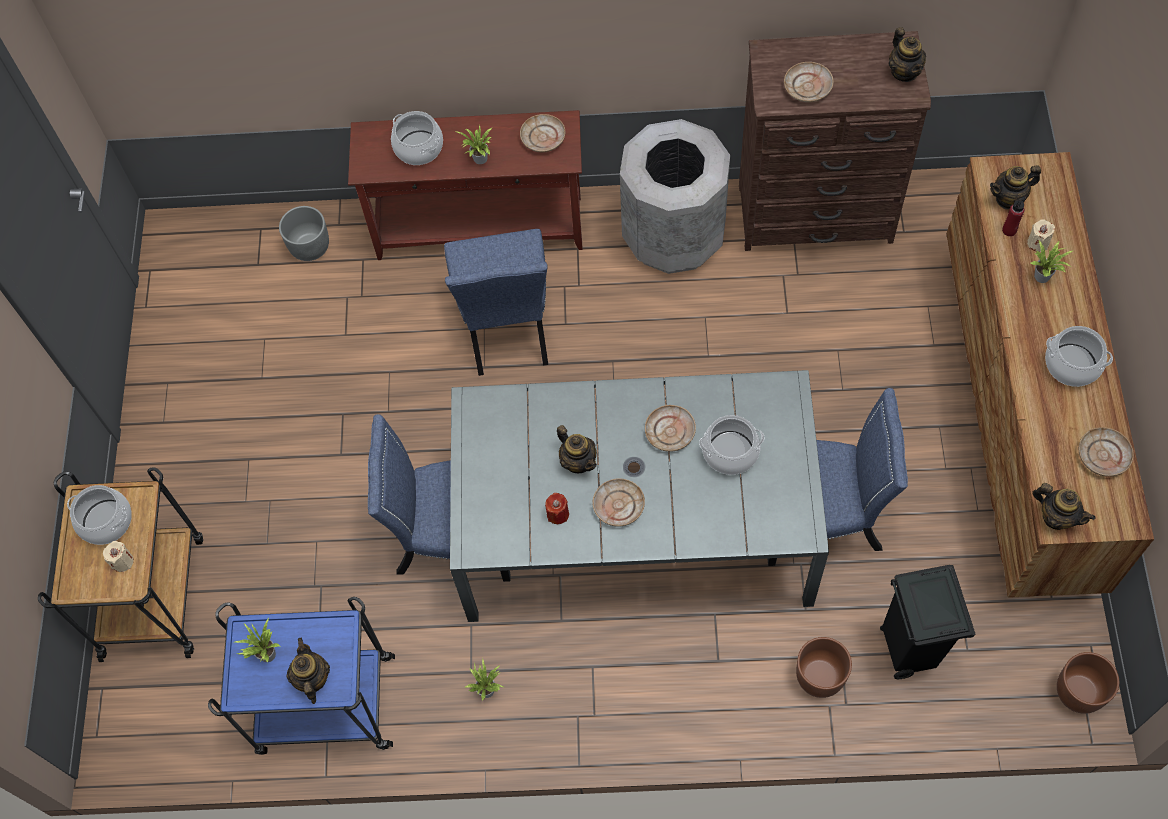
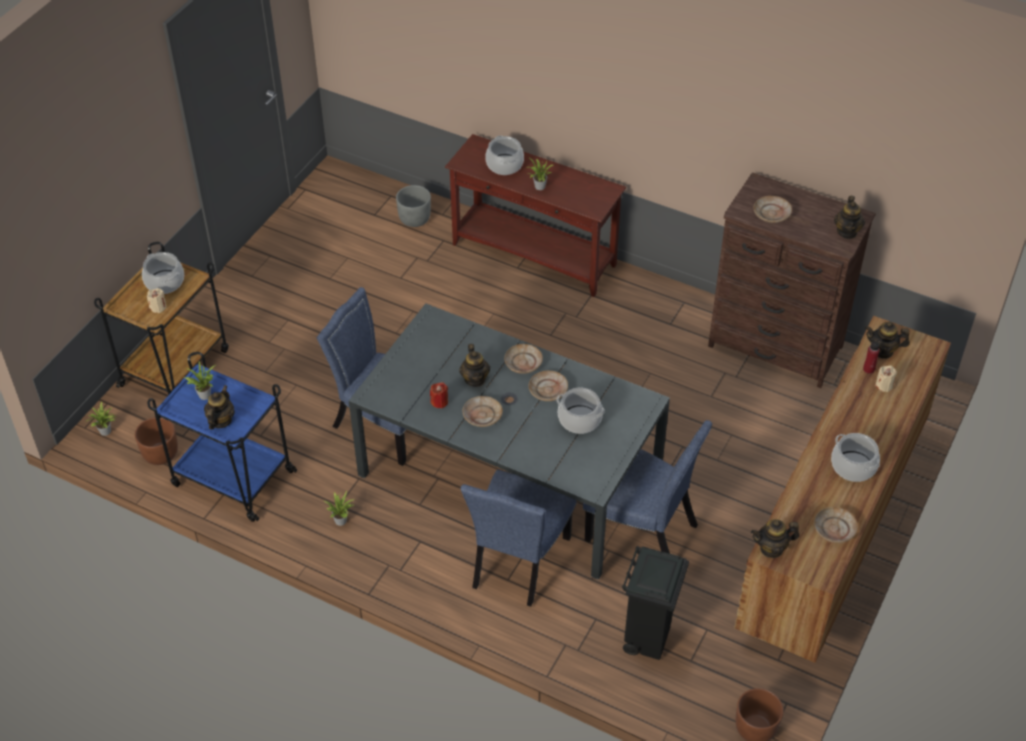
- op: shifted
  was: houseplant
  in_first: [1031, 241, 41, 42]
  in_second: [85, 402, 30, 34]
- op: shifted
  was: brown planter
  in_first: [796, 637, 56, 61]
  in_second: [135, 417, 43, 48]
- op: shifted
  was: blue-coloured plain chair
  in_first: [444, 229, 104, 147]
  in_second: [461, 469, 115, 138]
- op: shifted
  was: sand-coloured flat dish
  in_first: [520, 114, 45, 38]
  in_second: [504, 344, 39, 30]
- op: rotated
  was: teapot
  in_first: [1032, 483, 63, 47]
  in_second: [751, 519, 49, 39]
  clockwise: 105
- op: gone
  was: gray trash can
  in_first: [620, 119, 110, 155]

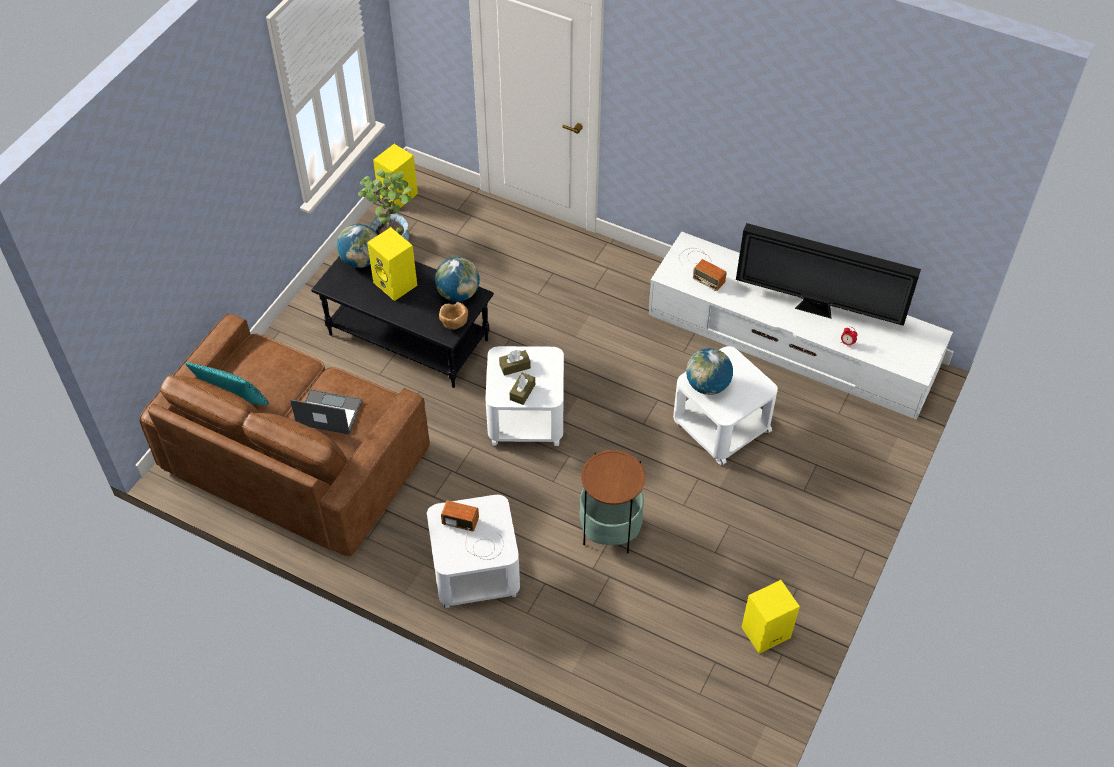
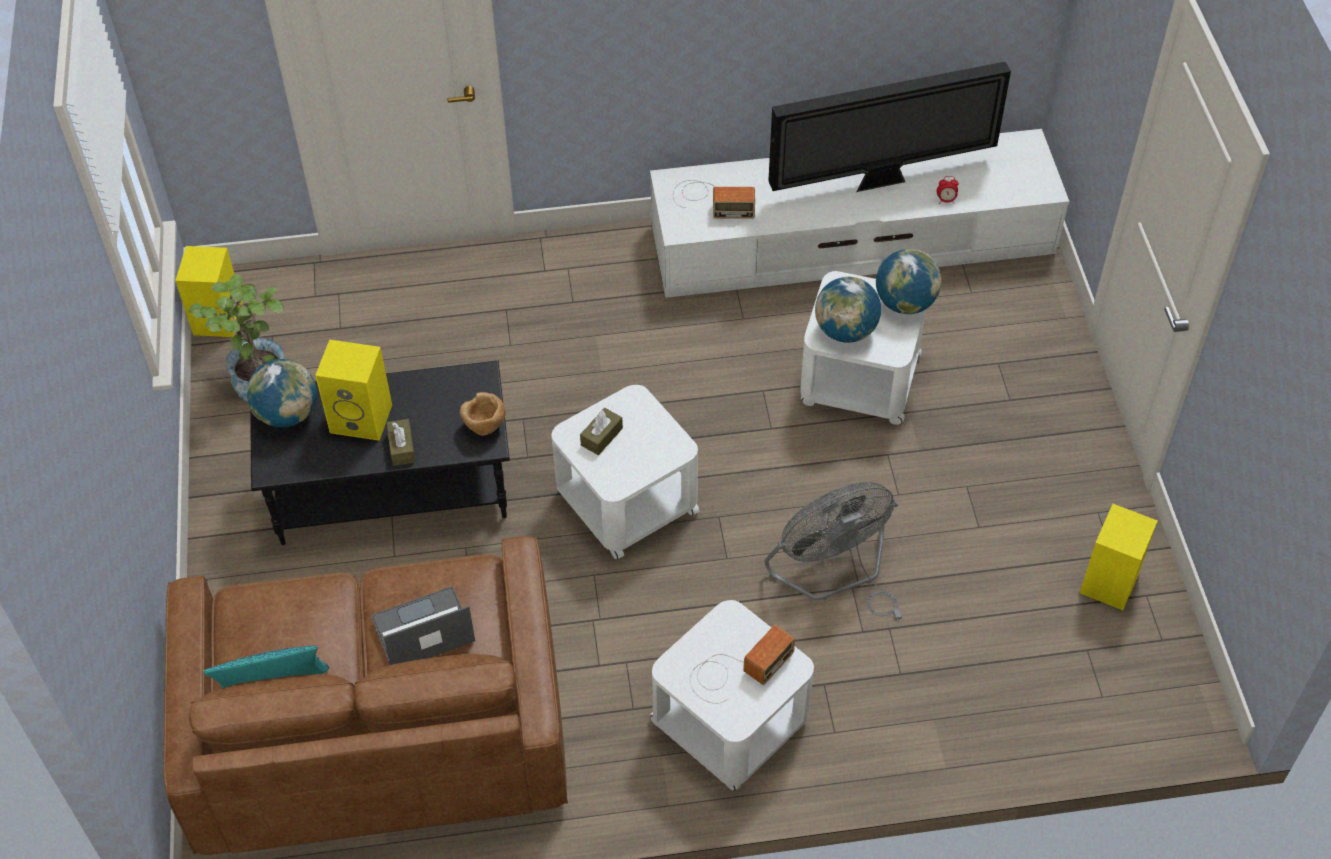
- op: shifted
  was: brown box of tissues
  in_first: [510, 373, 25, 32]
  in_second: [386, 419, 30, 47]
- op: rotated
  was: radio receiver
  in_first: [441, 500, 63, 60]
  in_second: [690, 625, 105, 79]
  clockwise: 150
- op: swapped
  was: side table
  now: gray fan
  in_first: [579, 450, 66, 104]
  in_second: [765, 482, 137, 138]
- op: shifted
  was: globe
  in_first: [435, 257, 45, 45]
  in_second: [876, 249, 65, 65]

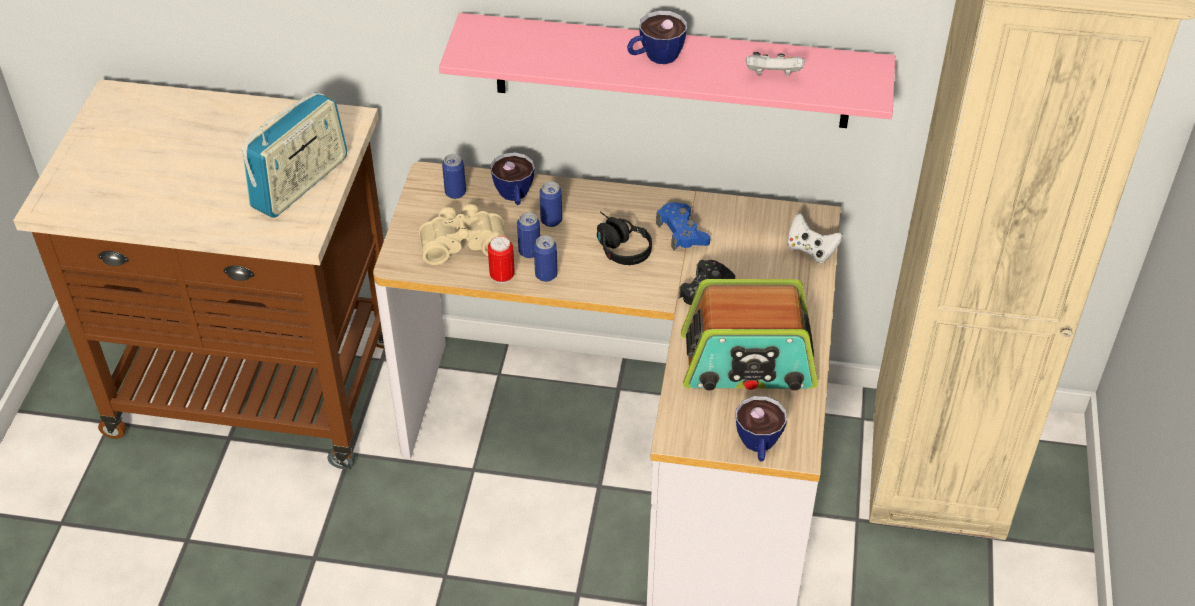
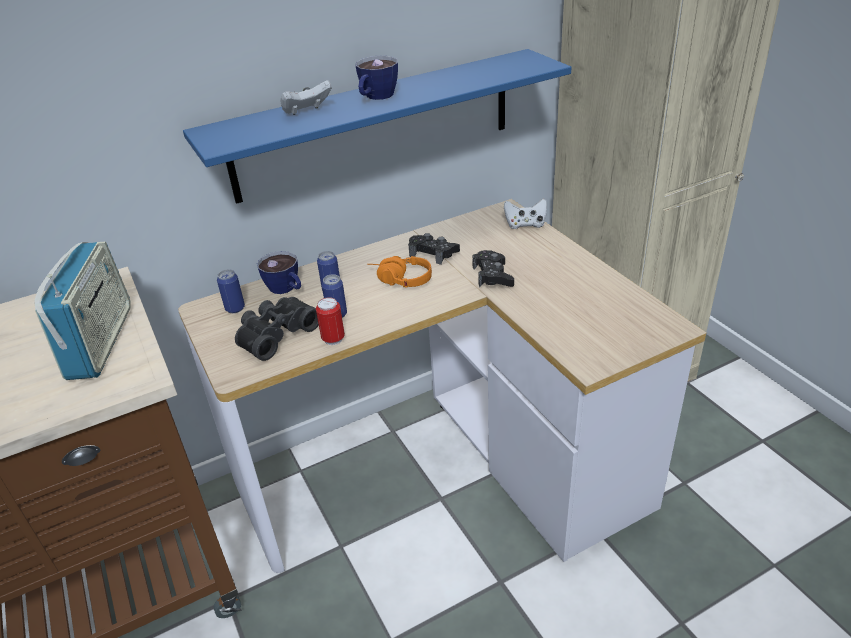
- op: repainted
  was: pinkish bracket shelf
  now: blue-coloured bracket shelf
  in_first: [439, 13, 456, 115]
  in_second: [183, 49, 389, 155]
- op: repainted
  was: sand-coloured pair of binoculars
  now: black pair of binoculars
  in_first: [419, 204, 87, 61]
  in_second: [235, 297, 84, 64]
- op: shifted
  was: whitish game controller
  in_first: [745, 52, 60, 24]
  in_second: [280, 80, 52, 35]
- op: repainted
  was: black pair of headphones
  now: orange-coloured pair of headphones
  in_first: [597, 211, 55, 54]
  in_second: [367, 256, 65, 31]
- op: repainted
  was: blue-coloured game controller
  now: black game controller
  in_first: [656, 202, 54, 49]
  in_second: [408, 233, 52, 32]
- op: gone
  was: metal can
  in_first: [534, 235, 23, 47]
- op: gone
  was: radio receiver
  in_first: [681, 279, 137, 112]
- op: gone
  was: drinking cup
  in_first: [736, 396, 51, 66]

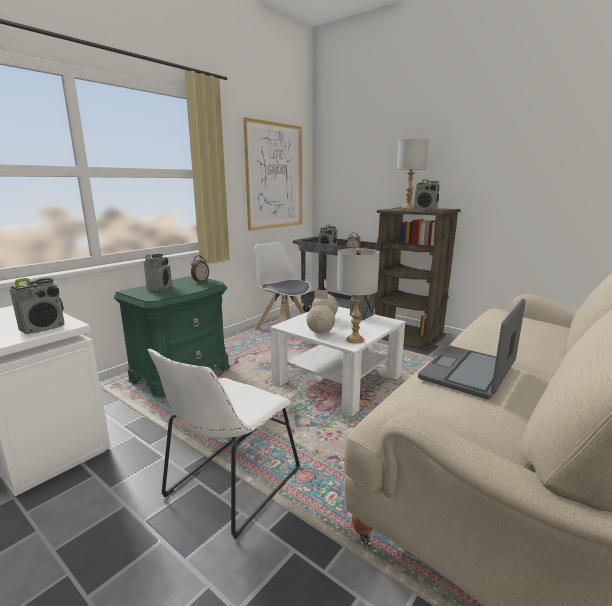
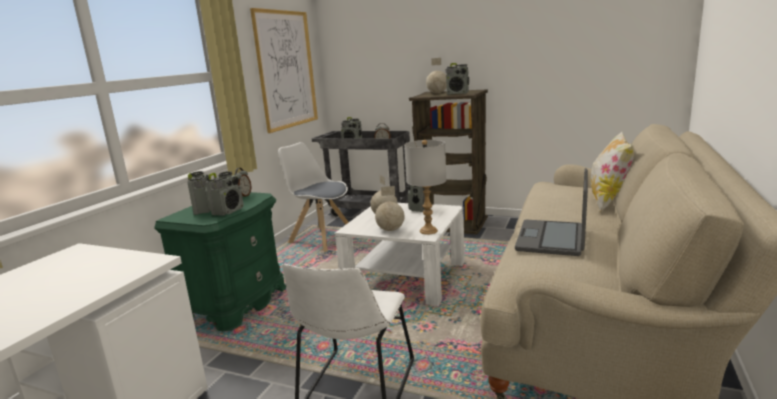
- op: shifted
  was: radio receiver
  in_first: [10, 278, 54, 56]
  in_second: [206, 171, 38, 45]
- op: swapped
  was: gray tabletop lamp
  now: globe
  in_first: [397, 138, 31, 71]
  in_second: [426, 58, 21, 35]
- op: new
  now: pillow
  in_second: [591, 132, 43, 80]

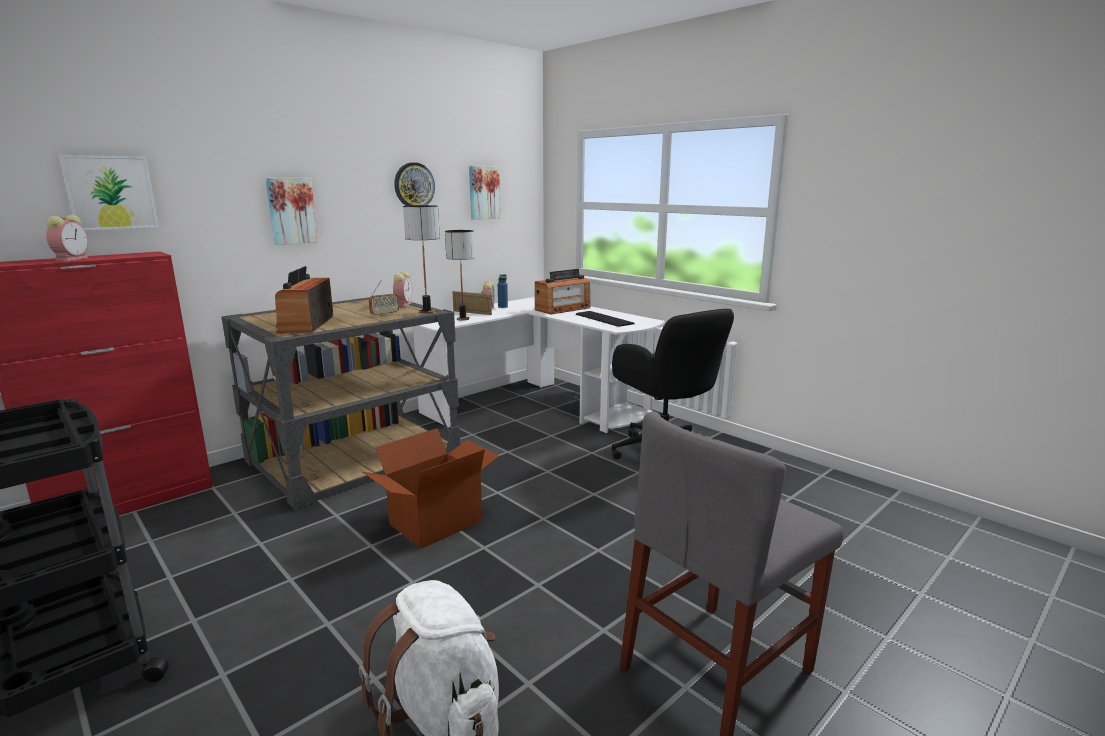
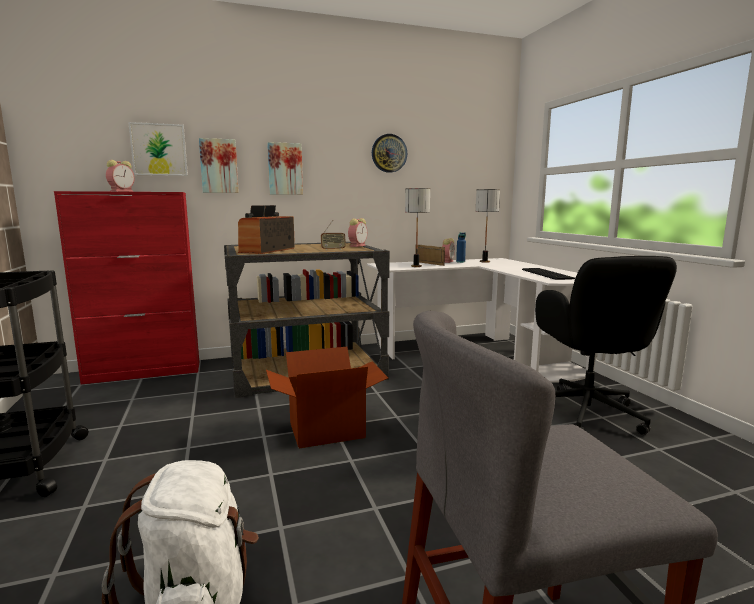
- op: shifted
  was: wall art
  in_first: [469, 166, 32, 54]
  in_second: [199, 138, 40, 55]
- op: shifted
  was: tabletop lamp
  in_first: [403, 205, 37, 108]
  in_second: [476, 189, 24, 74]
- op: gone
  was: radio receiver
  in_first: [535, 269, 56, 46]

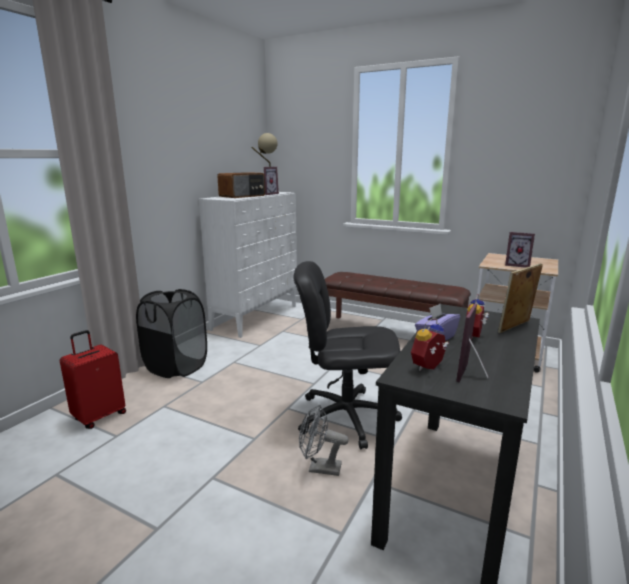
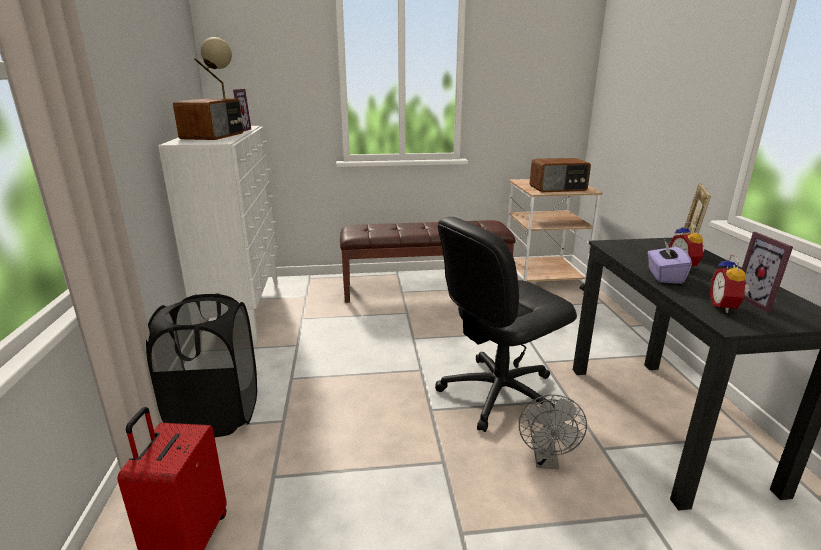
- op: rotated
  was: gray fan
  in_first: [299, 405, 50, 71]
  in_second: [519, 395, 68, 74]
  clockwise: -60
- op: swapped
  was: standing frame
  now: radio receiver
  in_first: [505, 232, 30, 36]
  in_second: [530, 158, 61, 34]

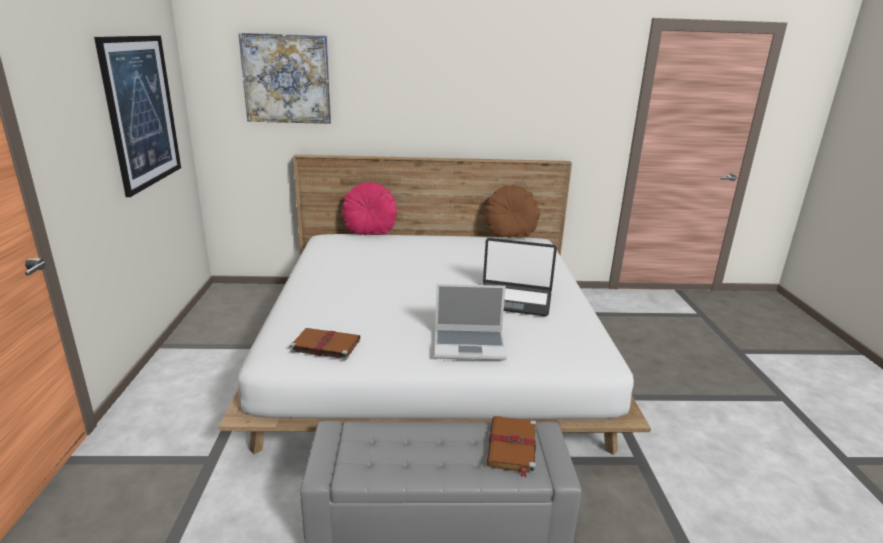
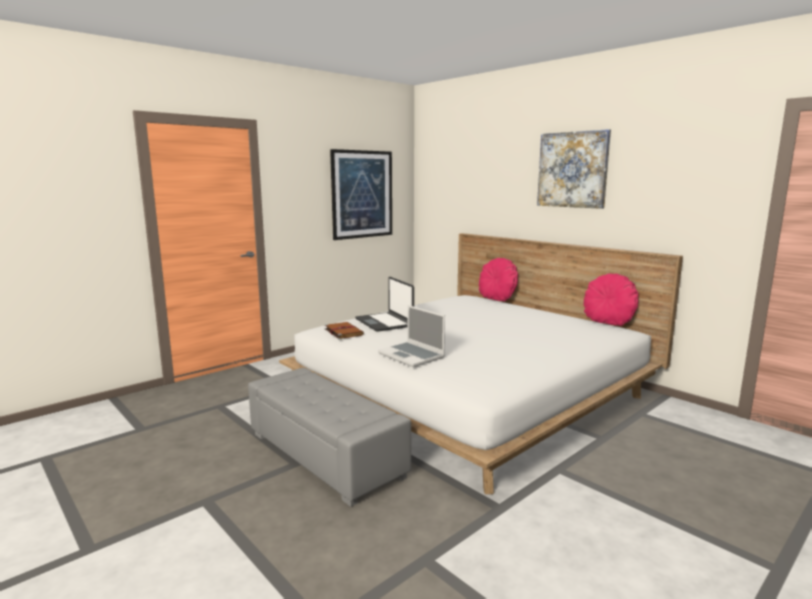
- op: shifted
  was: portable computer
  in_first: [483, 238, 74, 78]
  in_second: [355, 277, 59, 55]
- op: shifted
  was: wall art
  in_first: [238, 33, 93, 91]
  in_second: [537, 129, 74, 80]
- op: repainted
  was: brown pillow
  now: pinkish pillow
  in_first: [484, 185, 56, 53]
  in_second: [584, 273, 55, 53]
- op: gone
  was: brown volume
  in_first: [487, 416, 49, 61]

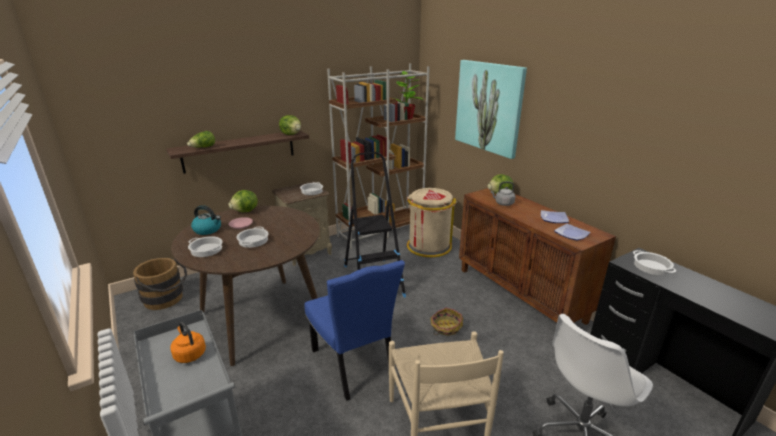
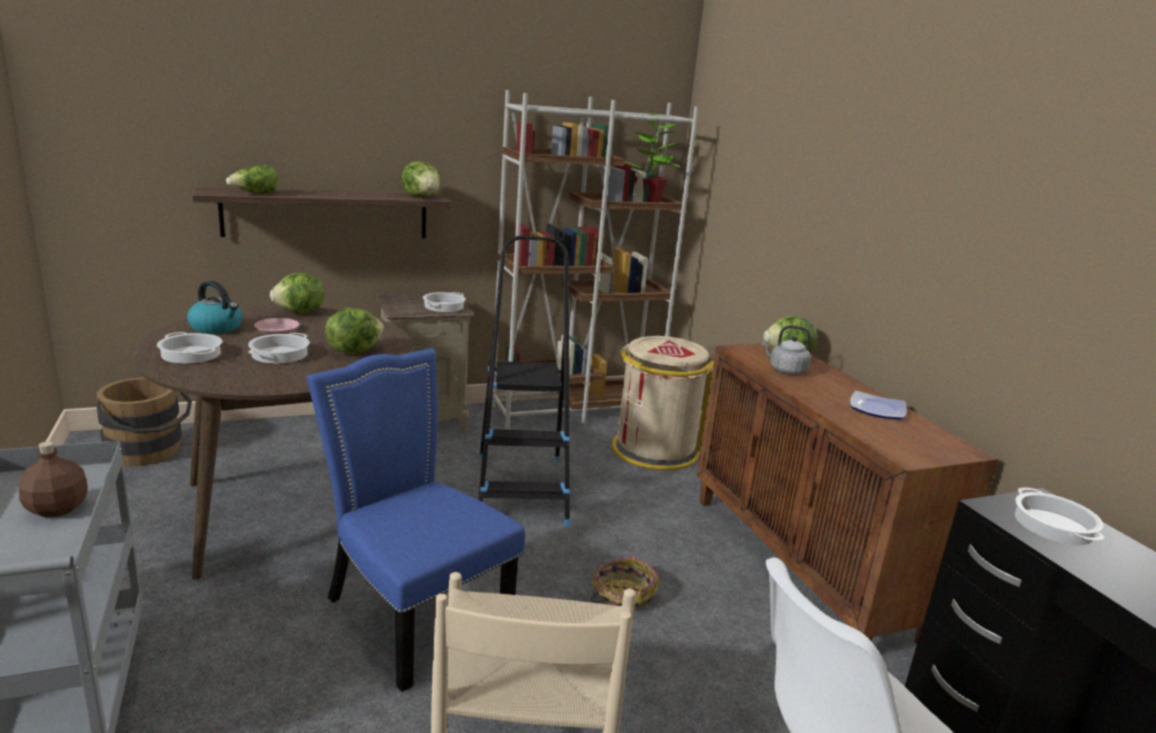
- op: swapped
  was: orange-coloured tea kettle
  now: brown drink bottle
  in_first: [170, 322, 36, 41]
  in_second: [19, 441, 69, 77]
- op: rotated
  was: blue-coloured plain chair
  in_first: [304, 260, 101, 141]
  in_second: [307, 348, 218, 344]
  clockwise: 150
- op: new
  now: head of lettuce
  in_second: [325, 308, 59, 46]
- op: gone
  was: wall art
  in_first: [455, 60, 72, 99]
- op: gone
  was: flat dish
  in_first: [554, 224, 37, 17]

